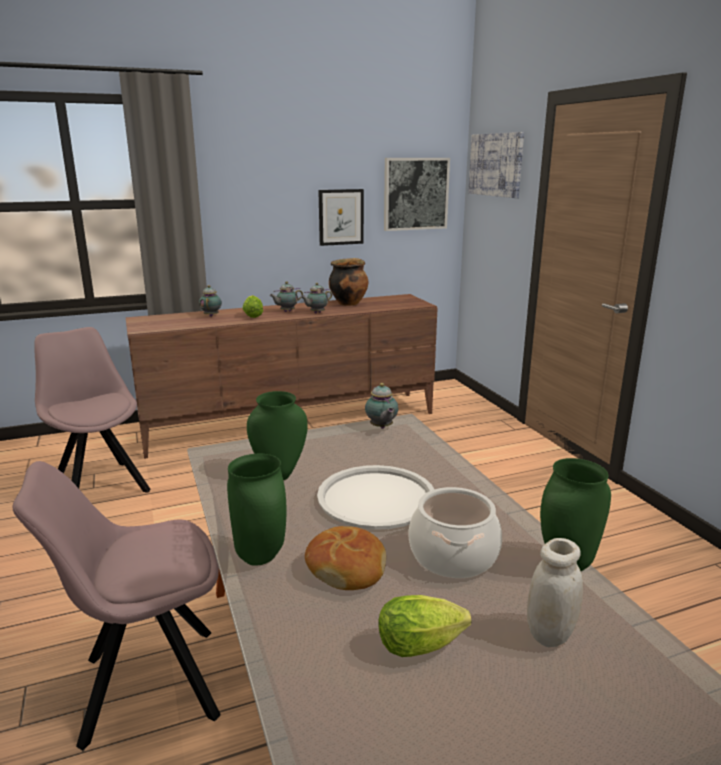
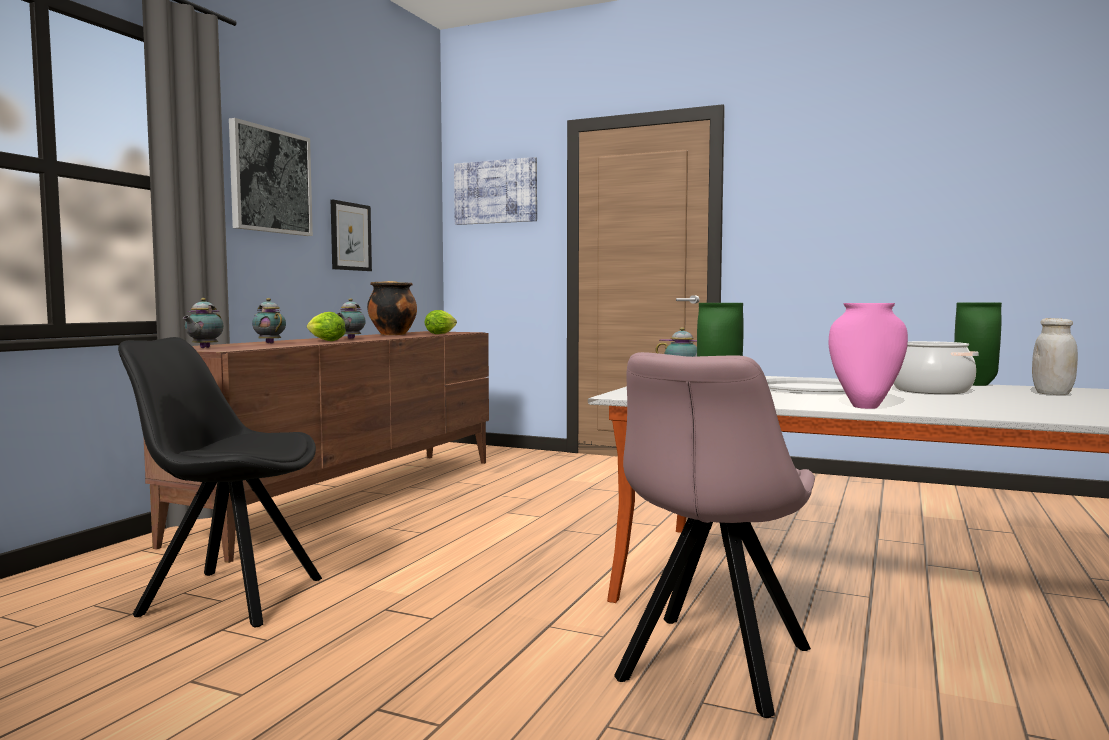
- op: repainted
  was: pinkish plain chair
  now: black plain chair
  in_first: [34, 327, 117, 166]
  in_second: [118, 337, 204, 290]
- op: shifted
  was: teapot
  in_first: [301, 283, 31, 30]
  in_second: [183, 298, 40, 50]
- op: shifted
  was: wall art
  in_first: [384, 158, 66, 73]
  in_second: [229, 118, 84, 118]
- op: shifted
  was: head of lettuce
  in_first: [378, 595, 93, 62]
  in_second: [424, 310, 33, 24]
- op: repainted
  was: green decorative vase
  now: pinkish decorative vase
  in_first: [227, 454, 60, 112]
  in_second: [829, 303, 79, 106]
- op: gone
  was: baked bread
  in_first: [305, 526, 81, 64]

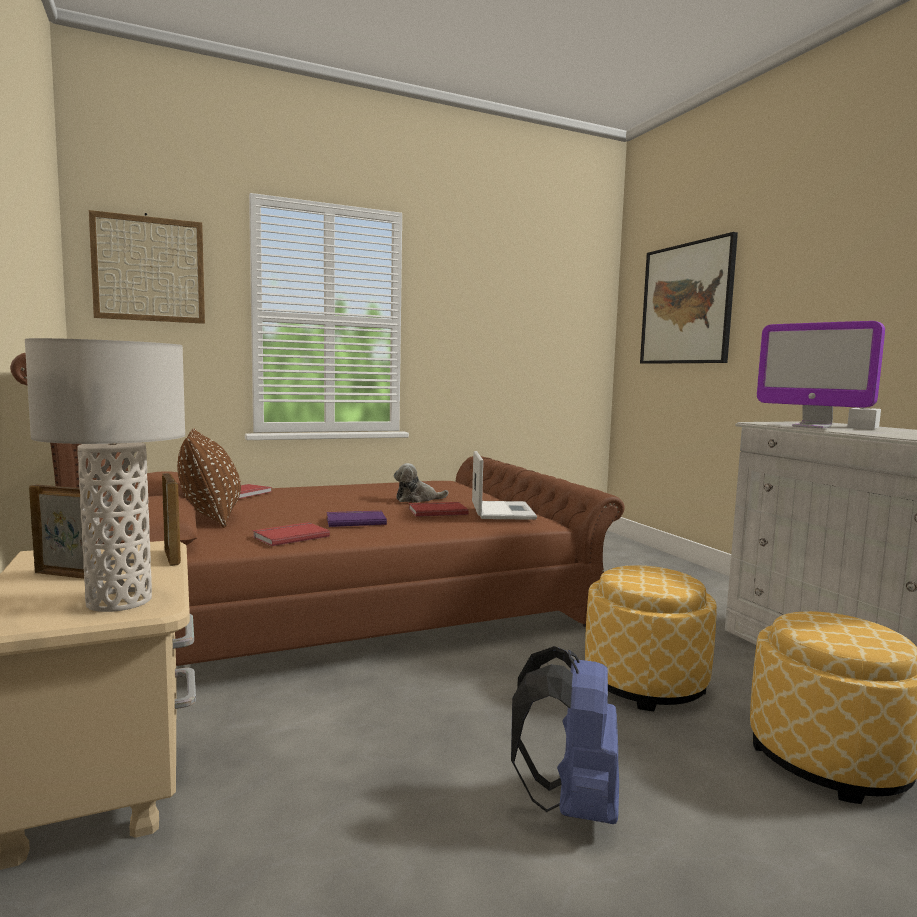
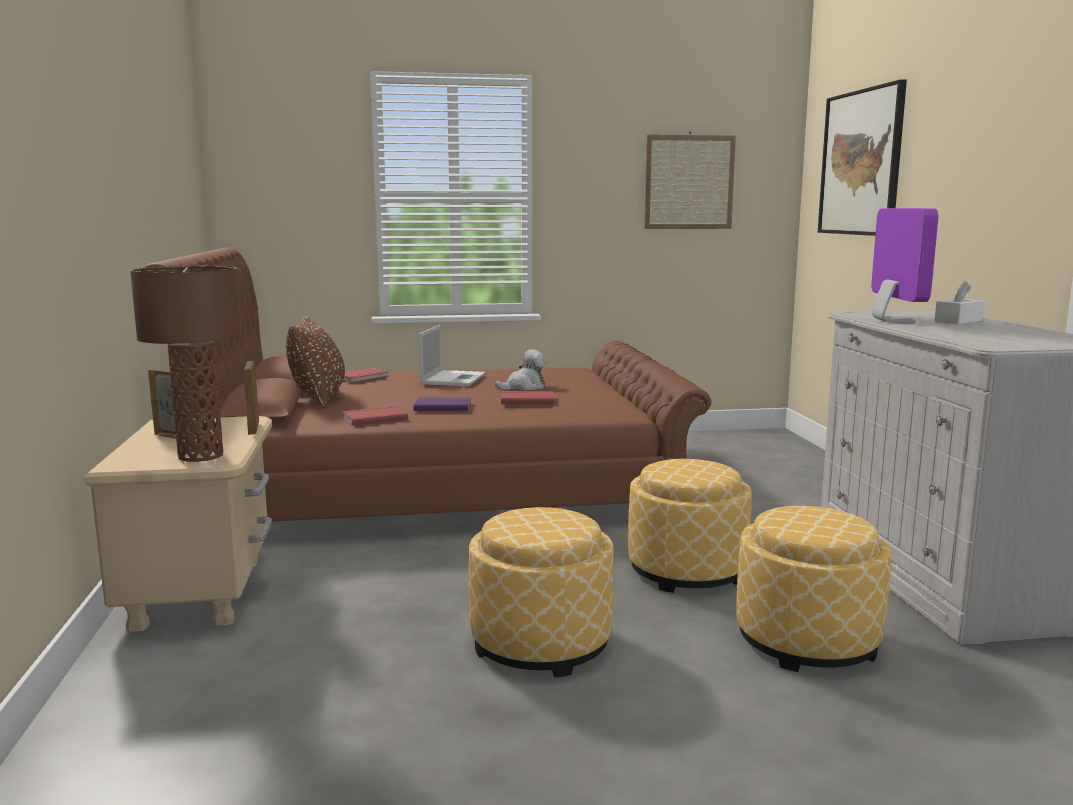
- op: repainted
  was: whitish tabletop lamp
  now: brown tabletop lamp
  in_first: [25, 338, 160, 274]
  in_second: [130, 266, 112, 196]
- op: shifted
  was: portable computer
  in_first: [472, 451, 65, 69]
  in_second: [418, 325, 68, 61]
- op: swapped
  was: blue-coloured knapsack
  now: footrest
  in_first: [511, 646, 108, 178]
  in_second: [469, 507, 145, 171]
- op: rotated
  was: soft toy
  in_first: [394, 463, 54, 39]
  in_second: [495, 349, 52, 41]
  clockwise: 150
- op: shifted
  was: wall art
  in_first: [89, 210, 116, 114]
  in_second: [644, 132, 92, 97]
- op: rotated
  was: computer display
  in_first: [757, 321, 128, 107]
  in_second: [871, 208, 67, 114]
  clockwise: -150

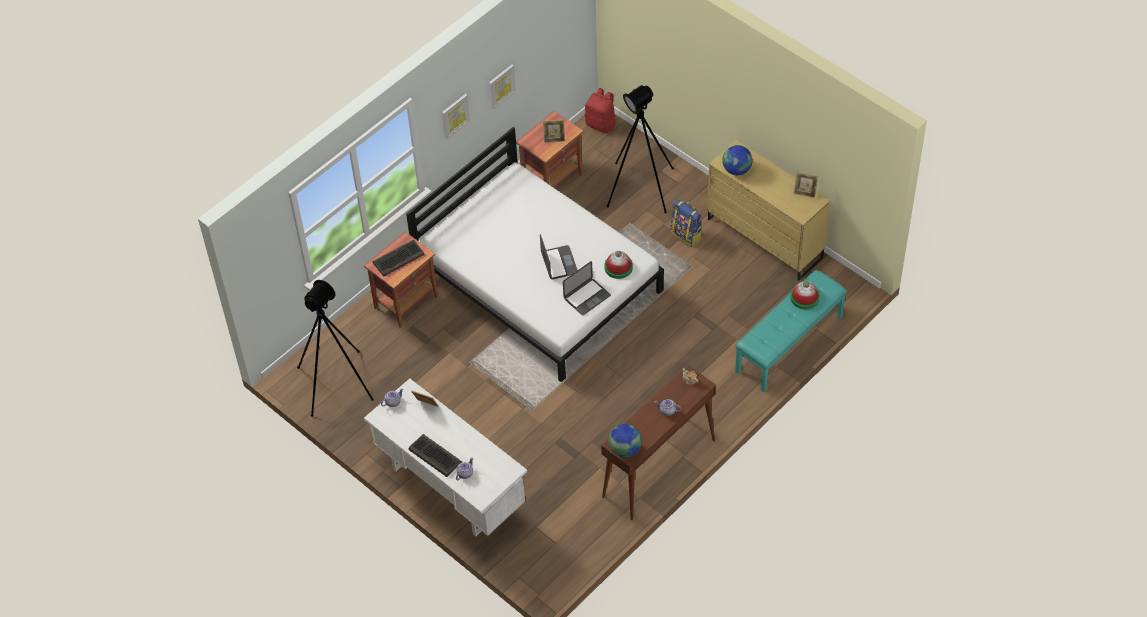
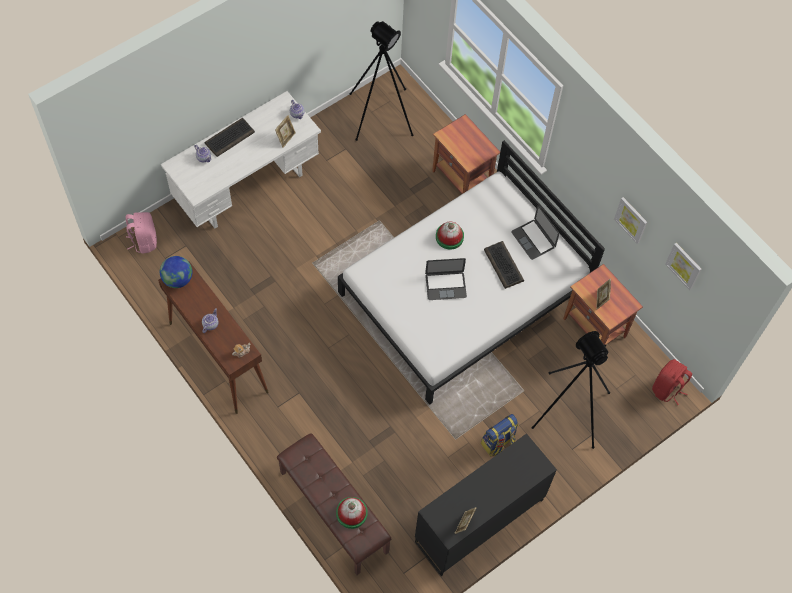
- op: new
  now: pinkish knapsack
  in_second: [126, 212, 31, 42]
- op: repainted
  was: turquoise bench
  now: brown bench
  in_first: [735, 270, 112, 122]
  in_second: [277, 433, 114, 142]
- op: repainted
  was: sand-coloured chest of drawers
  now: black chest of drawers
  in_first: [707, 140, 123, 141]
  in_second: [415, 433, 142, 143]
- op: shifted
  was: hat
  in_first: [605, 251, 28, 28]
  in_second: [436, 222, 28, 28]
- op: shifted
  was: PC keyboard
  in_first: [373, 240, 51, 37]
  in_second: [484, 241, 40, 48]
- op: shifted
  was: portable computer
  in_first: [563, 261, 48, 54]
  in_second: [511, 205, 48, 55]
- op: shifted
  was: wall art
  in_first: [442, 94, 28, 45]
  in_second: [665, 243, 36, 47]
- op: gone
  was: globe
  in_first: [722, 145, 31, 30]

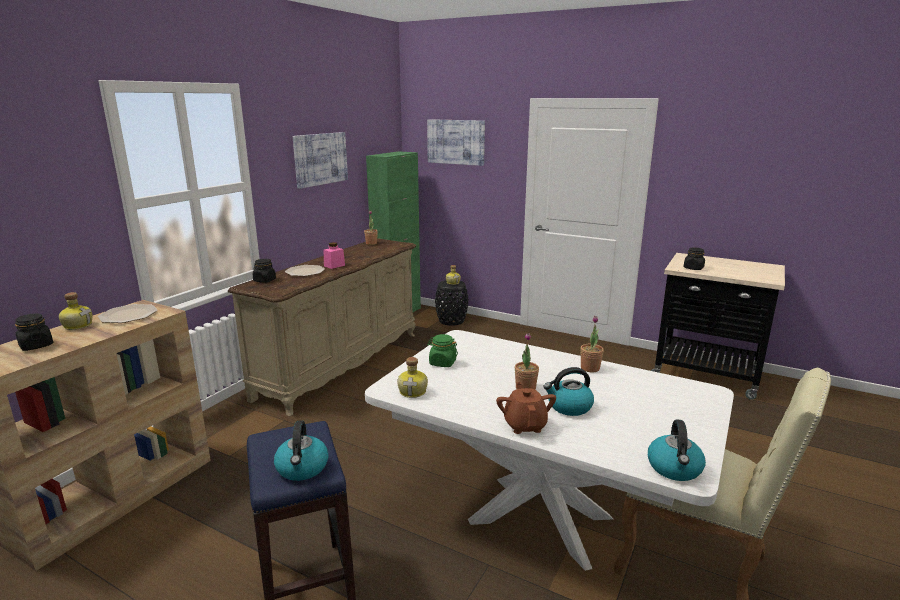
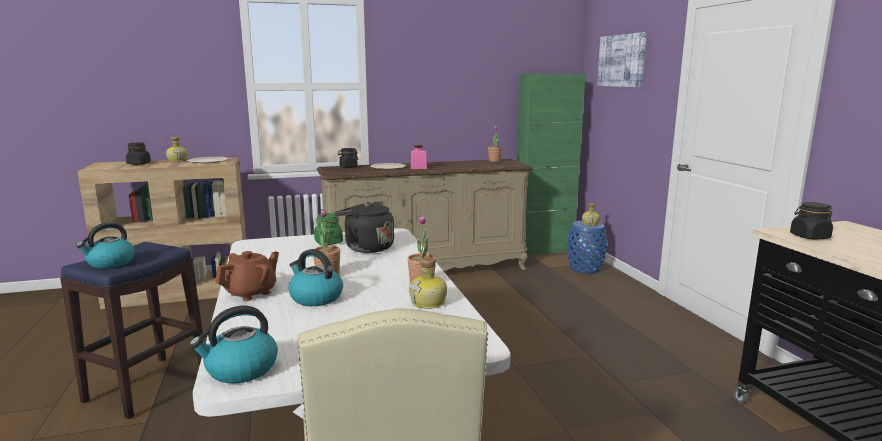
- op: new
  now: black tea kettle
  in_second: [334, 201, 60, 52]
- op: shifted
  was: drink bottle
  in_first: [397, 357, 31, 41]
  in_second: [409, 257, 38, 52]
- op: repainted
  was: black stool
  now: blue-coloured stool
  in_first: [435, 280, 33, 46]
  in_second: [567, 221, 40, 53]
- op: gone
  was: wall art
  in_first: [293, 132, 55, 57]

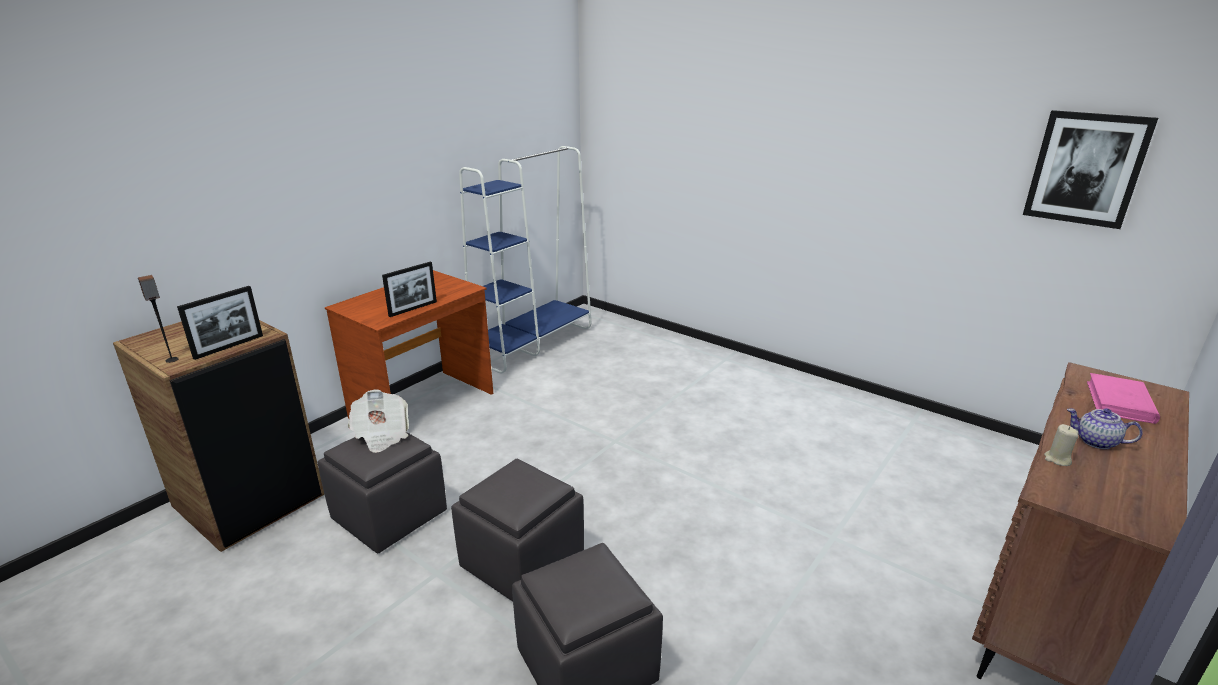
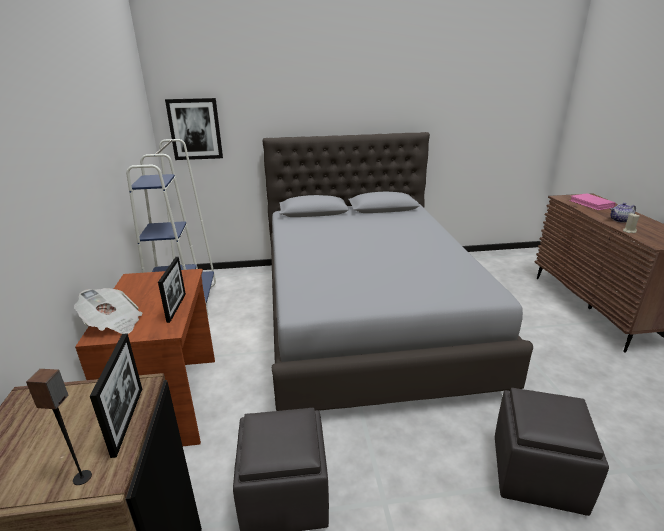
- op: shifted
  was: printed paper
  in_first: [347, 389, 62, 64]
  in_second: [74, 288, 69, 46]
- op: shifted
  was: wall art
  in_first: [1023, 110, 135, 119]
  in_second: [165, 98, 58, 62]
- op: new
  now: gray bedroom bed
  in_second: [262, 132, 271, 279]
- op: gone
  was: gray footrest
  in_first: [451, 459, 133, 143]

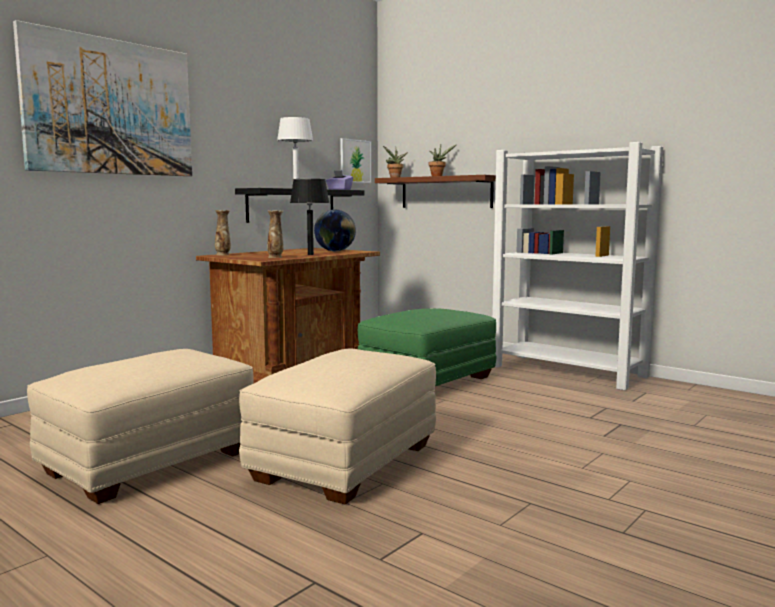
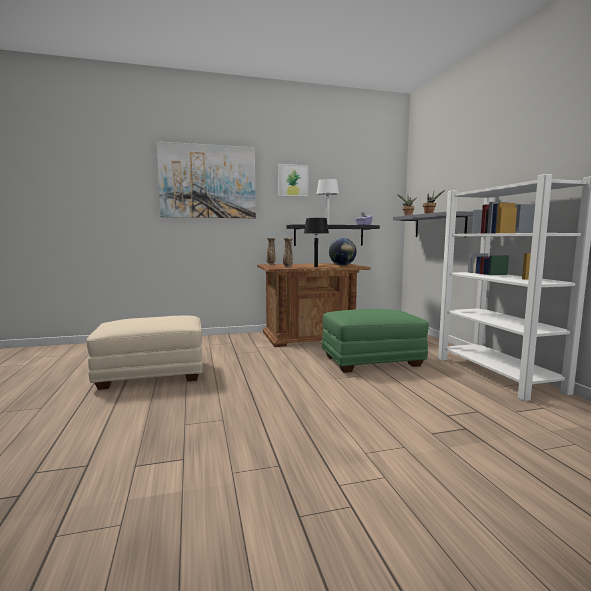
- op: shifted
  was: wall art
  in_first: [340, 138, 31, 45]
  in_second: [278, 164, 30, 33]
- op: repainted
  was: brown bracket shelf
  now: gray bracket shelf
  in_first: [375, 175, 121, 33]
  in_second: [393, 211, 80, 26]
- op: gone
  was: sand-coloured footrest
  in_first: [239, 348, 197, 156]

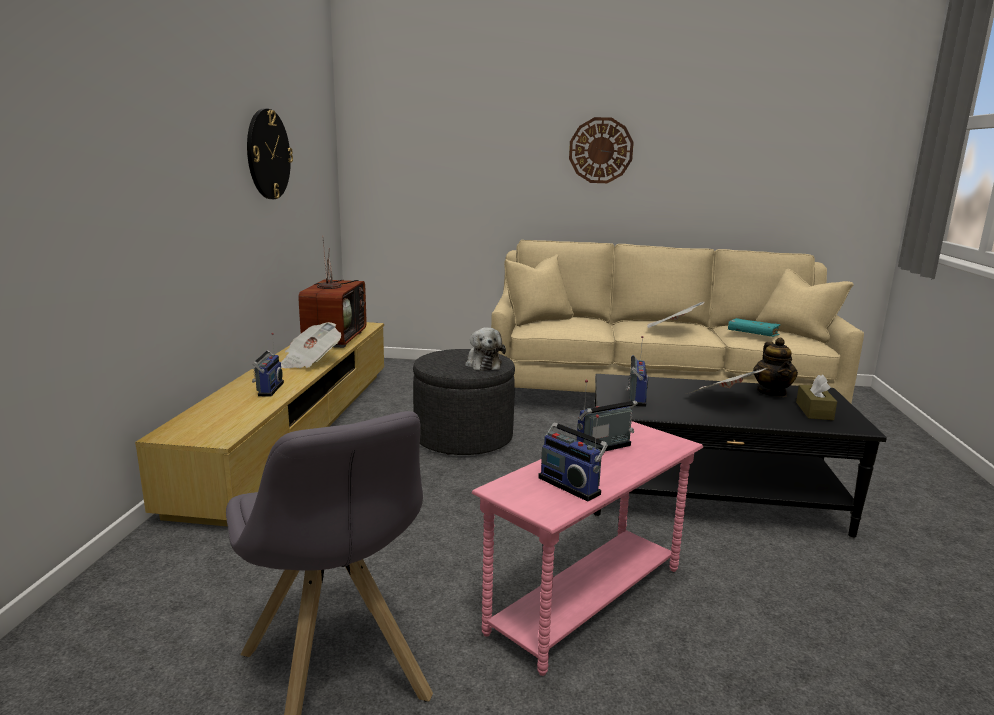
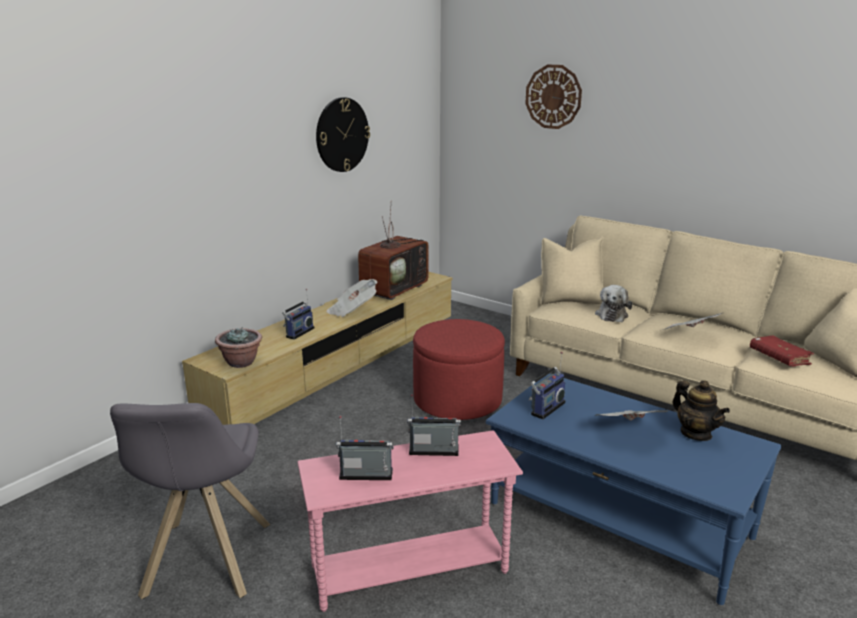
- op: new
  now: houseplant
  in_second: [215, 327, 47, 41]
- op: rotated
  was: radio receiver
  in_first: [538, 415, 70, 87]
  in_second: [336, 416, 58, 64]
  clockwise: 105
- op: repainted
  was: gray footrest
  now: reddish footrest
  in_first: [413, 349, 102, 106]
  in_second: [413, 319, 92, 101]
- op: repainted
  was: black coffee table
  now: blue-coloured coffee table
  in_first: [594, 374, 293, 165]
  in_second: [486, 374, 296, 232]
- op: shifted
  was: wall clock
  in_first: [569, 117, 65, 66]
  in_second: [525, 64, 57, 65]
- op: shifted
  was: soft toy
  in_first: [465, 327, 41, 44]
  in_second: [595, 285, 37, 37]
- op: rotated
  was: teapot
  in_first: [753, 337, 45, 60]
  in_second: [673, 380, 57, 61]
  clockwise: -60
- op: repainted
  was: turquoise volume
  now: reddish volume
  in_first: [728, 318, 53, 19]
  in_second: [750, 335, 64, 32]
- op: gone
  was: brown box of tissues
  in_first: [796, 374, 41, 46]

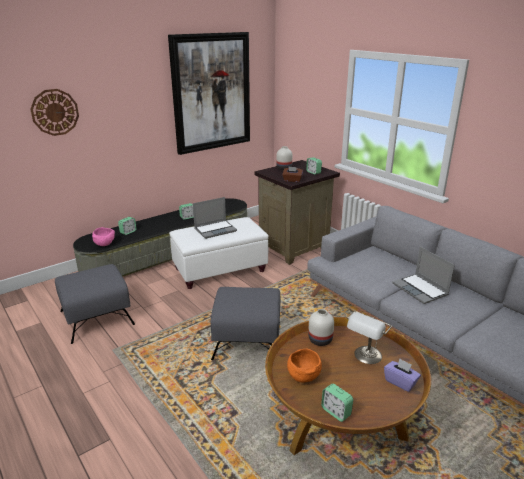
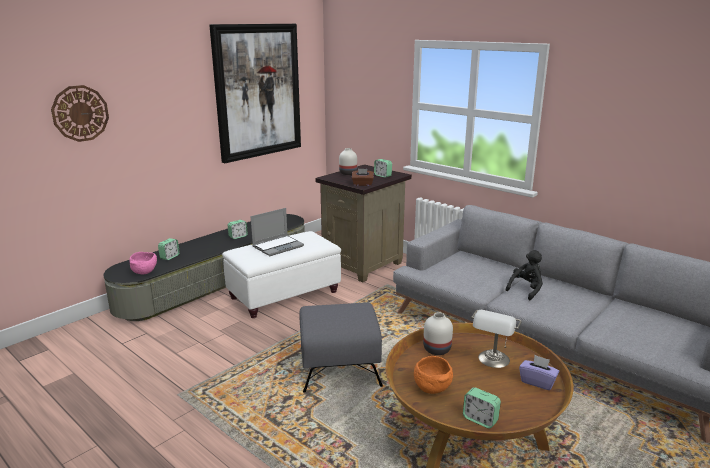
- op: swapped
  was: portable computer
  now: black soft toy
  in_first: [393, 247, 62, 57]
  in_second: [506, 250, 37, 50]
- op: gone
  was: gray footrest
  in_first: [55, 264, 80, 80]

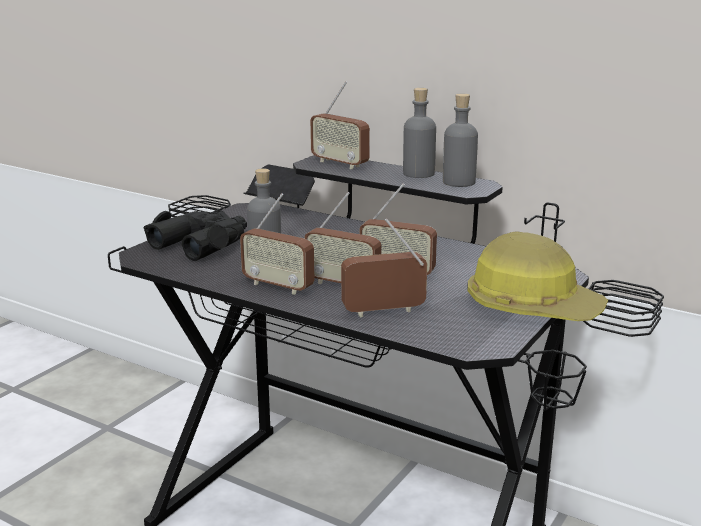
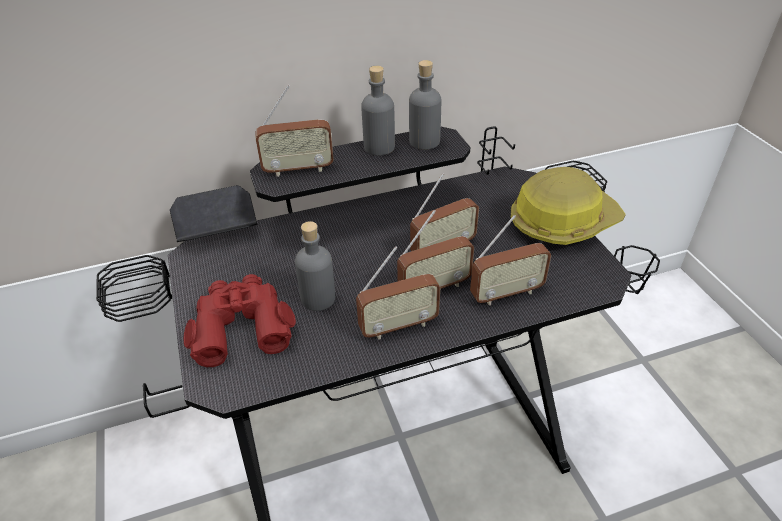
- op: repainted
  was: black pair of binoculars
  now: reddish pair of binoculars
  in_first: [144, 210, 103, 51]
  in_second: [184, 274, 112, 93]
- op: rotated
  was: radio receiver
  in_first: [341, 218, 86, 99]
  in_second: [470, 215, 81, 90]
  clockwise: -135

